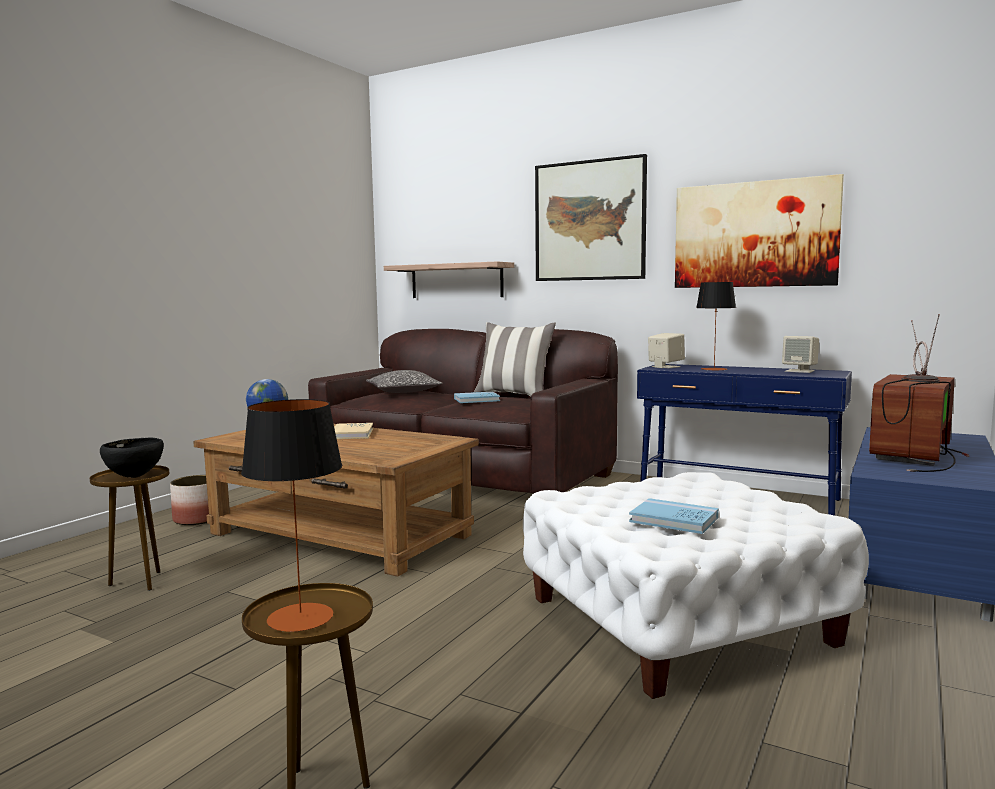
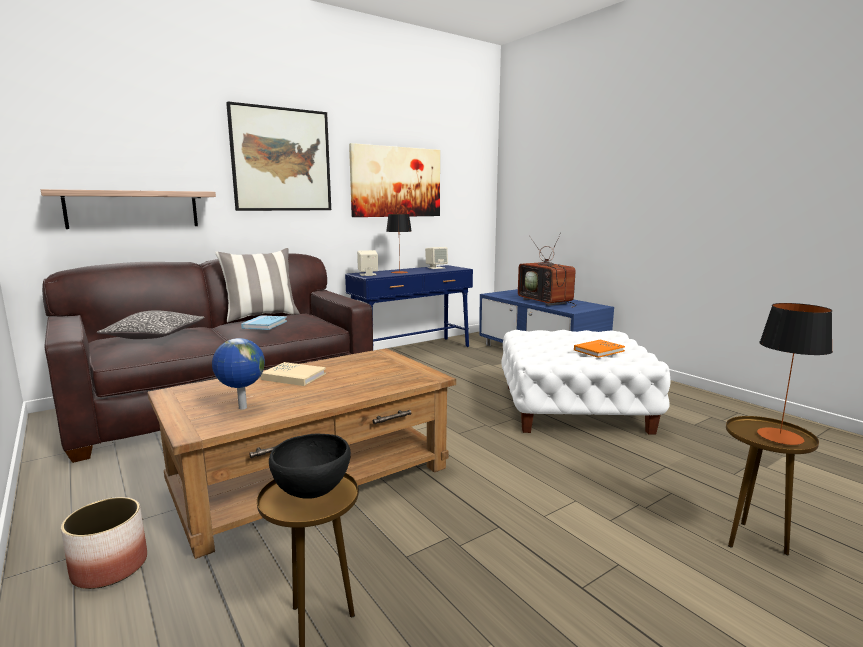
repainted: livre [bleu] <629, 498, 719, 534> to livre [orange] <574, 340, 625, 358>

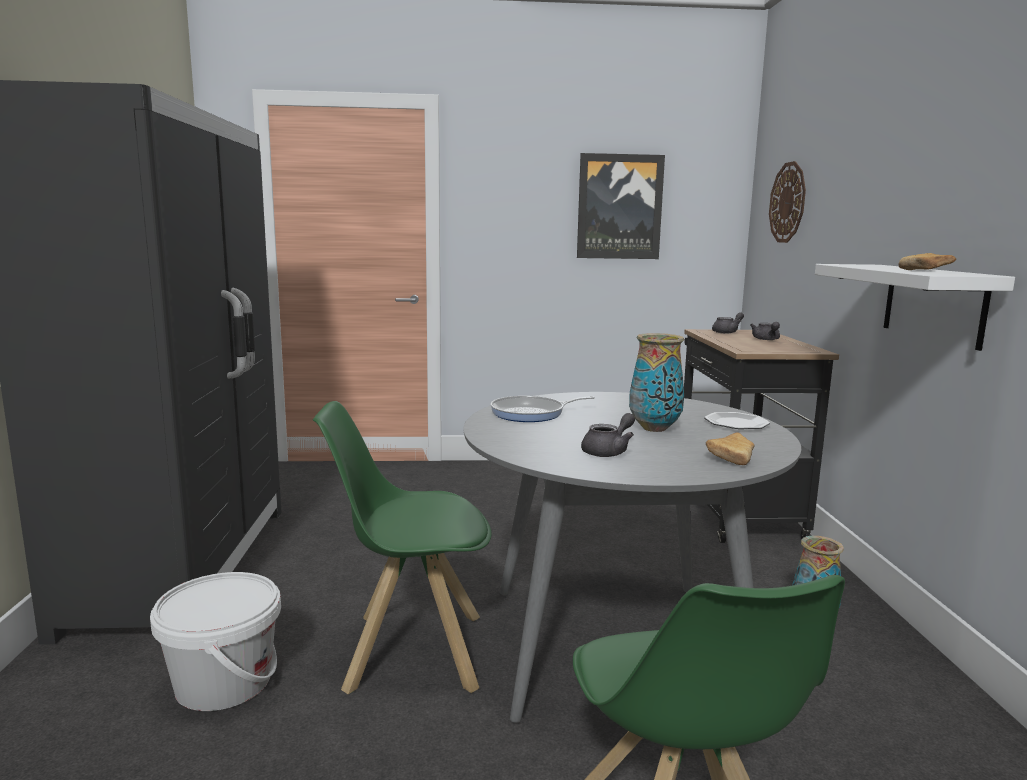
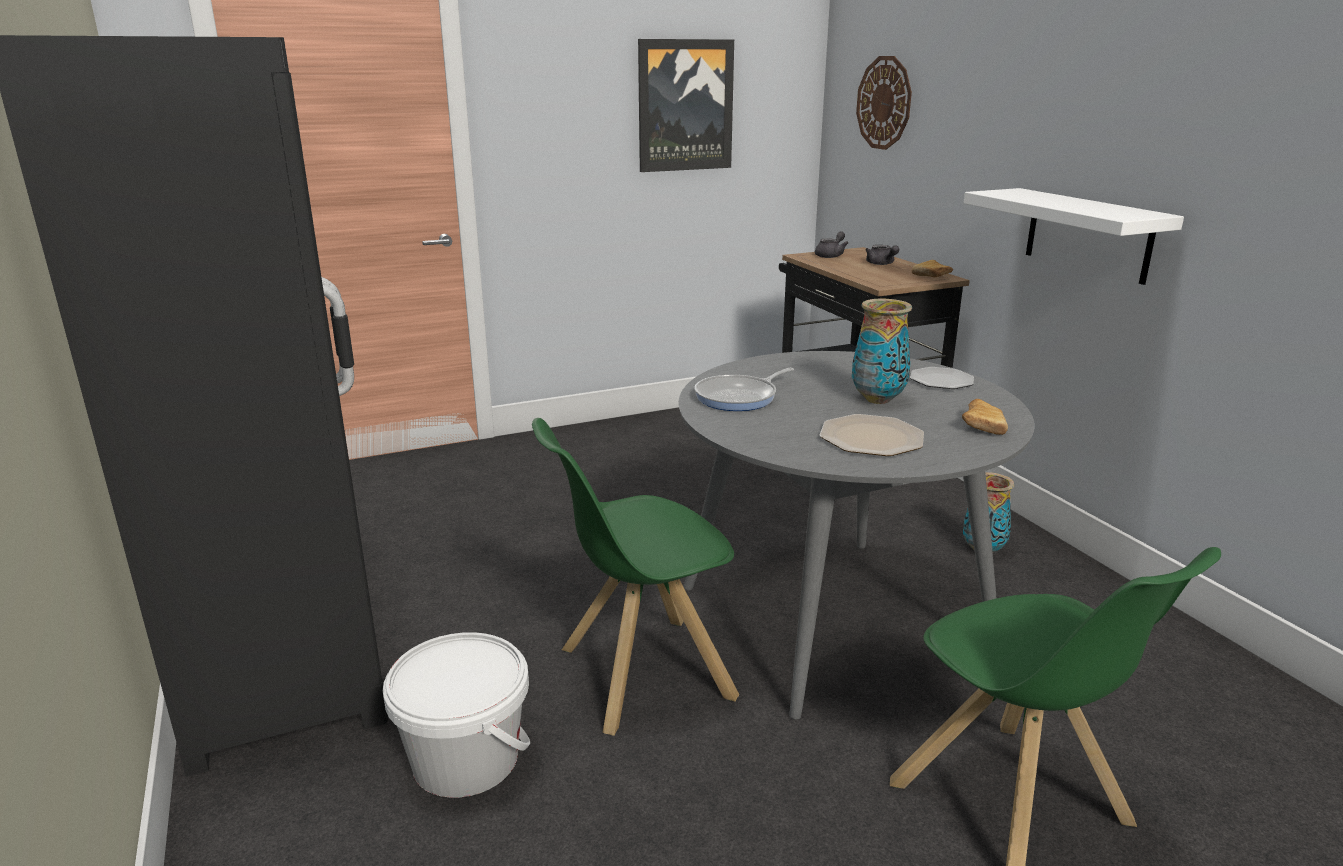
shifted: pain <899, 253, 956, 270> to <912, 260, 953, 278>
swapped: théière [gris] <581, 413, 635, 457> to assiette <820, 414, 924, 456>

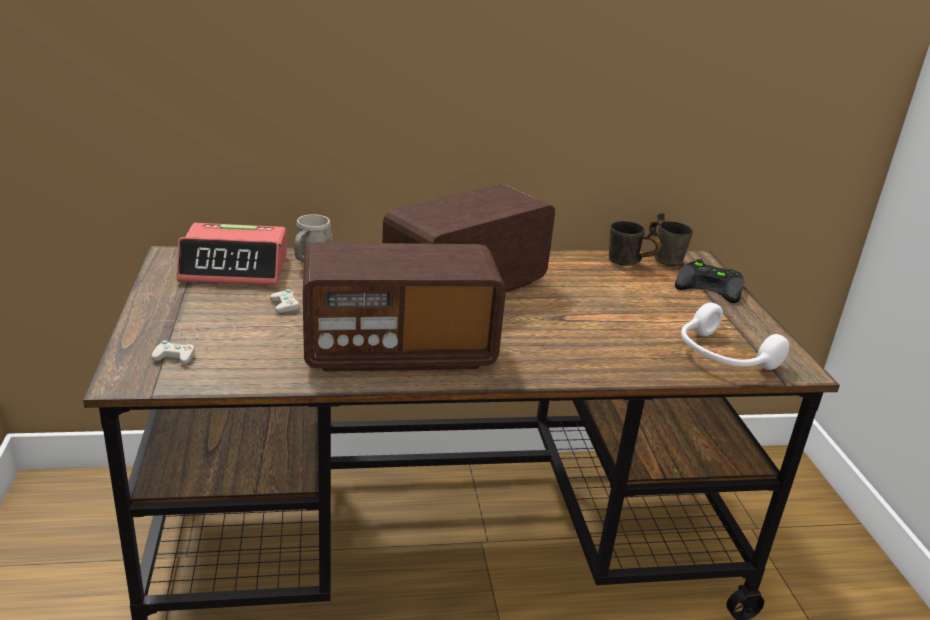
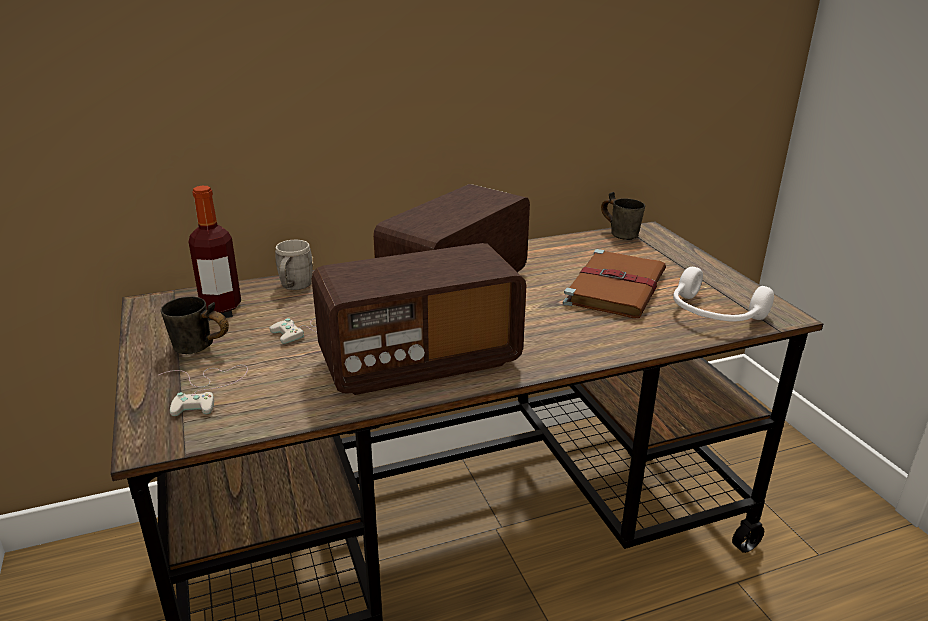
gone: manette [noir] <675, 259, 745, 303>
new: livre [marron] <563, 249, 666, 318>
shifted: mug [gris] <609, 221, 662, 266> to <161, 297, 229, 354>
swapped: réveil <176, 223, 287, 285> to bouteille <188, 186, 241, 313>

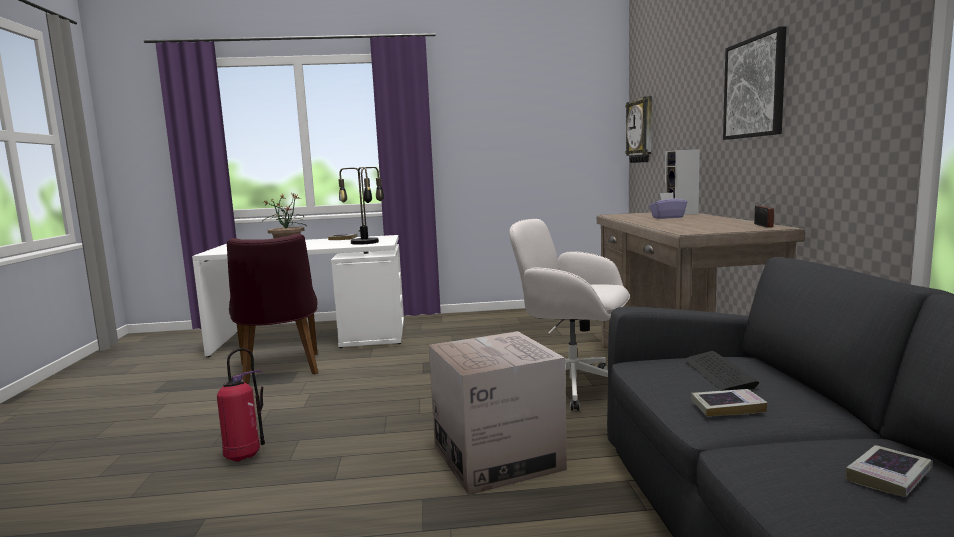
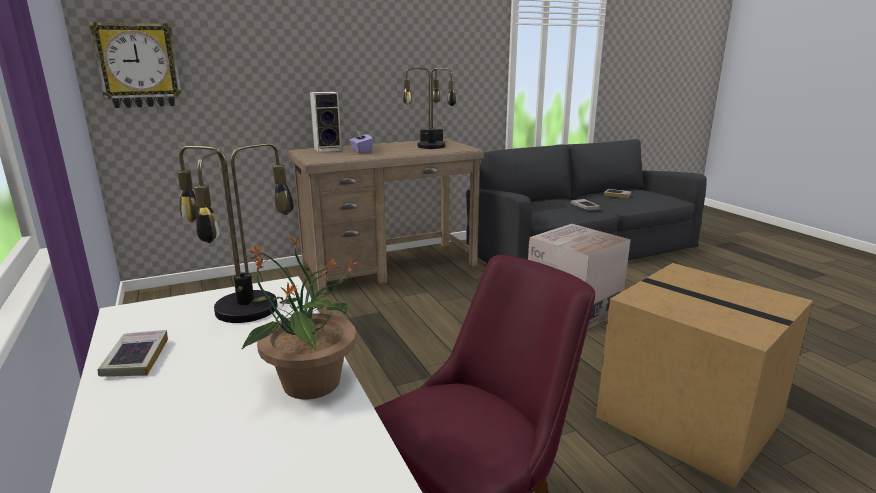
gone: chaise de bureau [blanc] <509, 219, 630, 411>; tableau <723, 26, 786, 140>
new: lampe de table <404, 67, 456, 149>
swapped: extincteur <217, 348, 265, 462> to carton <596, 263, 813, 488>

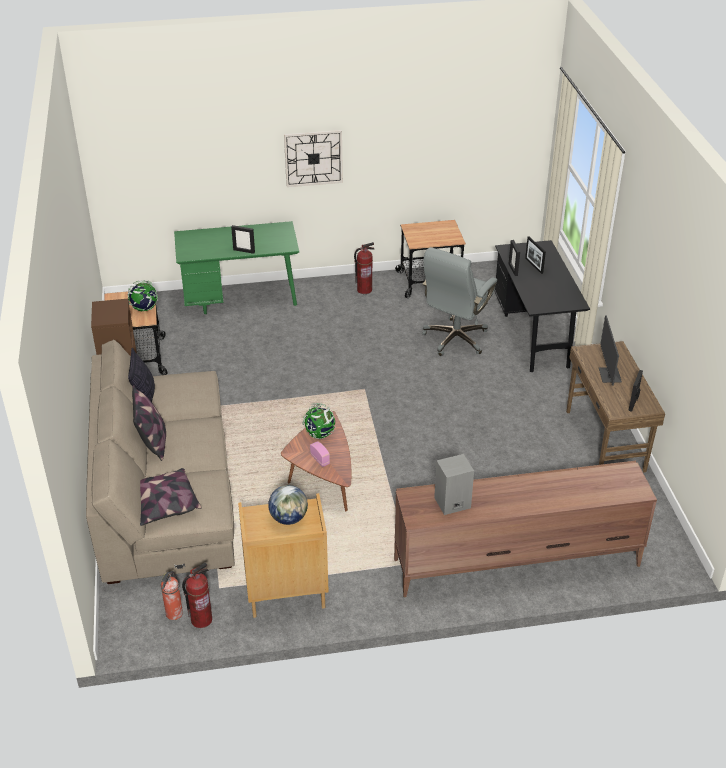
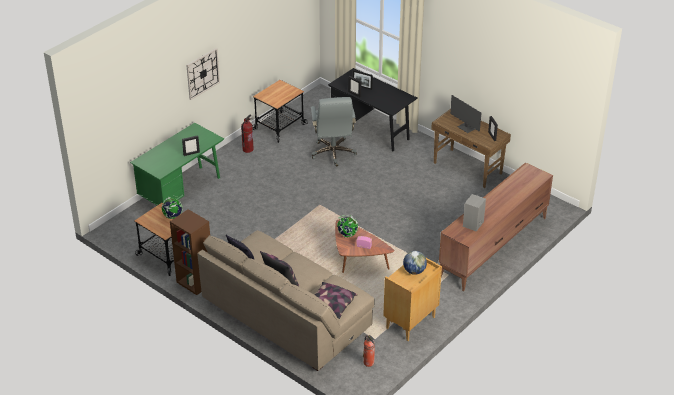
gone: extincteur <182, 562, 212, 628>

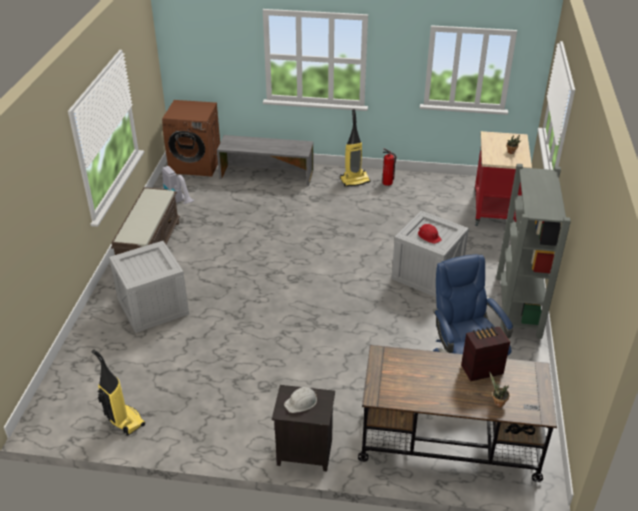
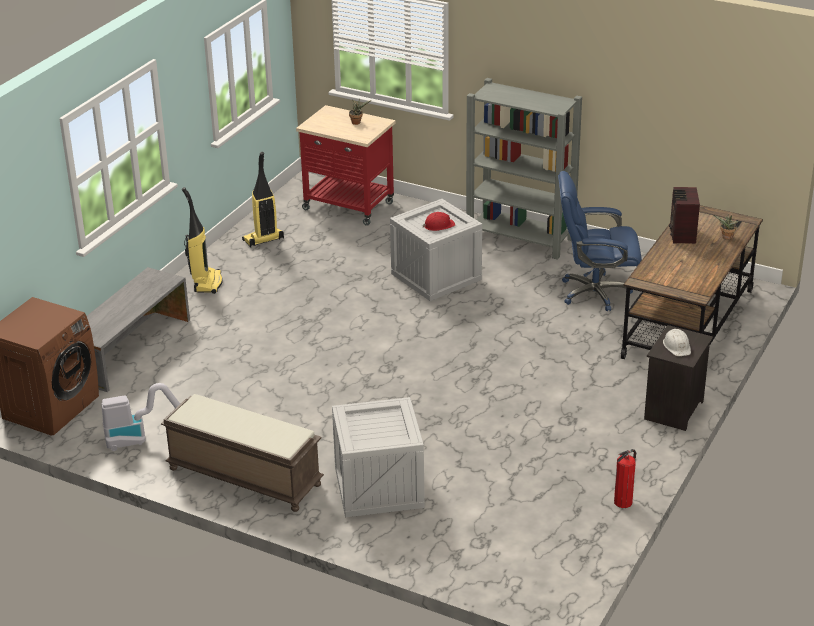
shifted: aspirateur <92, 349, 145, 436> to <242, 152, 284, 247>; extincteur <382, 149, 396, 186> to <614, 449, 636, 508>

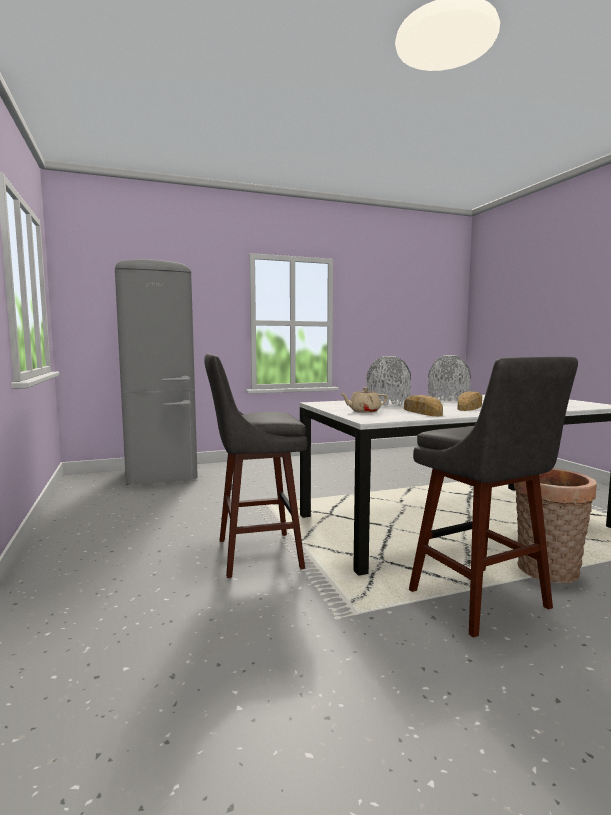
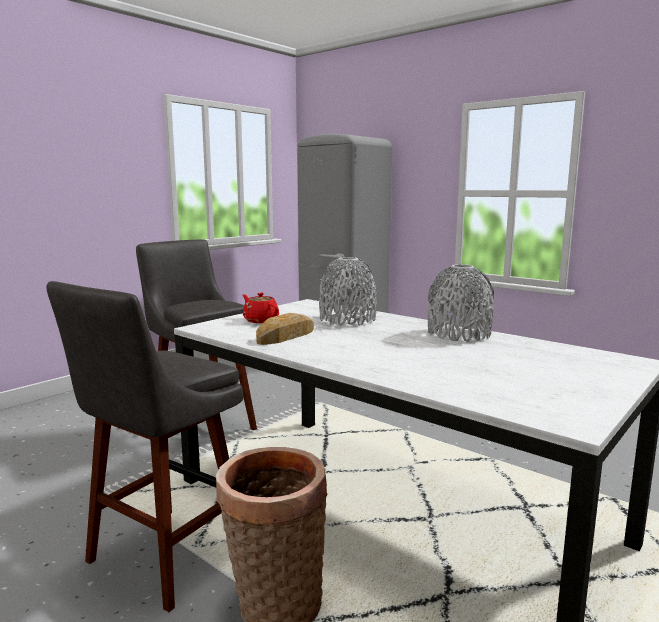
gone: pain <457, 391, 482, 411>
repainted: théière [beige] <340, 387, 388, 413> to théière [rouge] <243, 293, 279, 323>

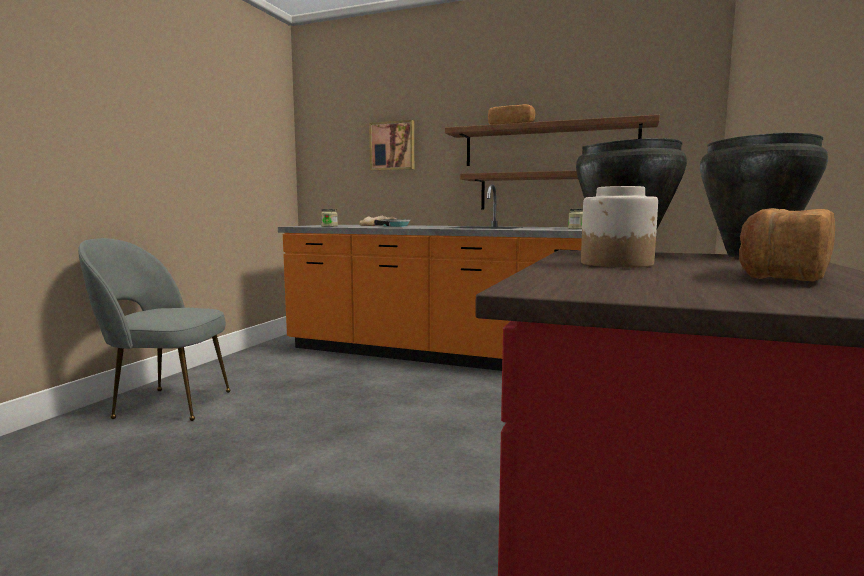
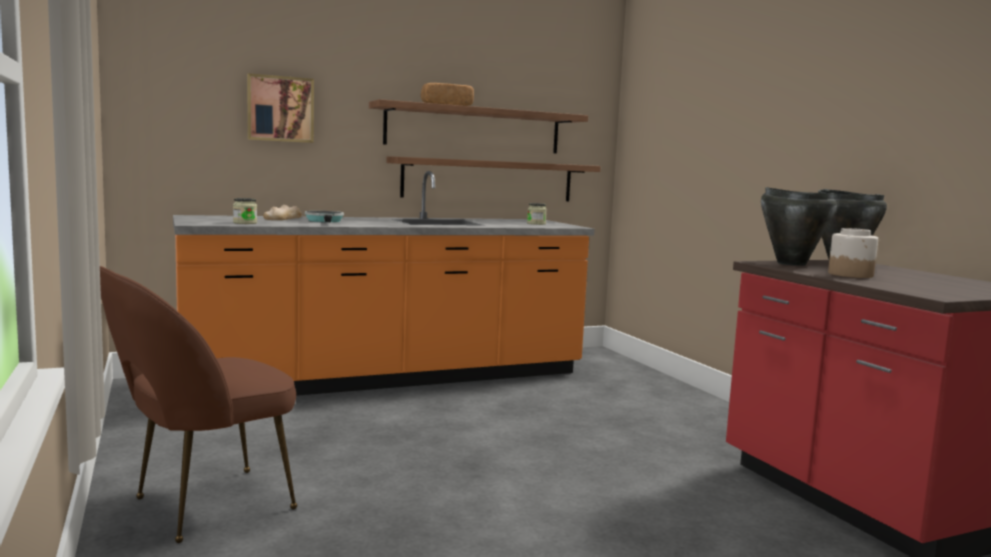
gone: pain <739, 208, 835, 281>
repainted: chaise [gris] <78, 238, 230, 421> to chaise [marron] <100, 266, 297, 543>

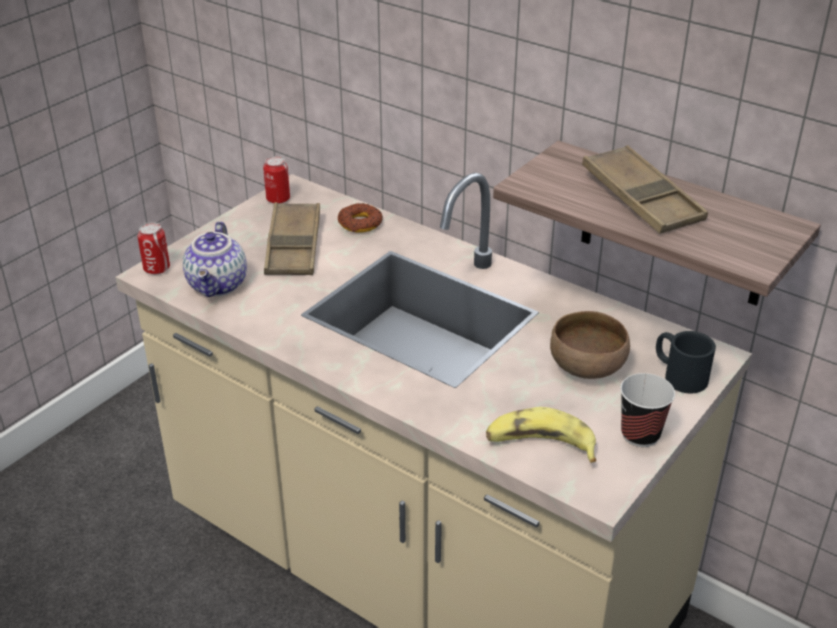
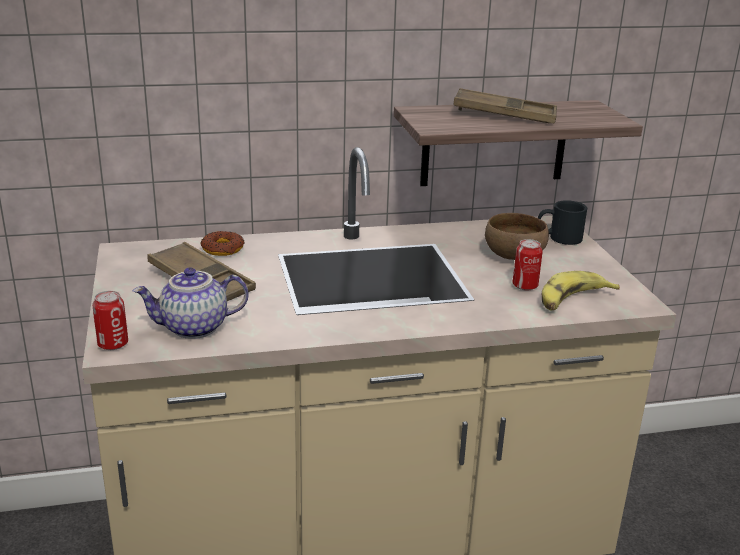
gone: tasse <620, 373, 675, 447>
shifted: boîte métallique <263, 156, 290, 203> to <512, 239, 543, 291>
rotated: théière <183, 221, 247, 297> = <133, 268, 248, 339> 120 degrees clockwise

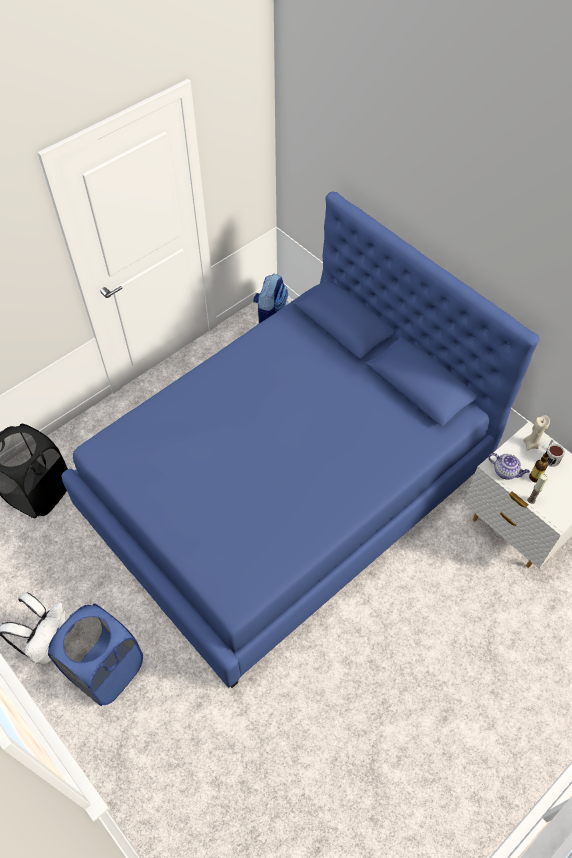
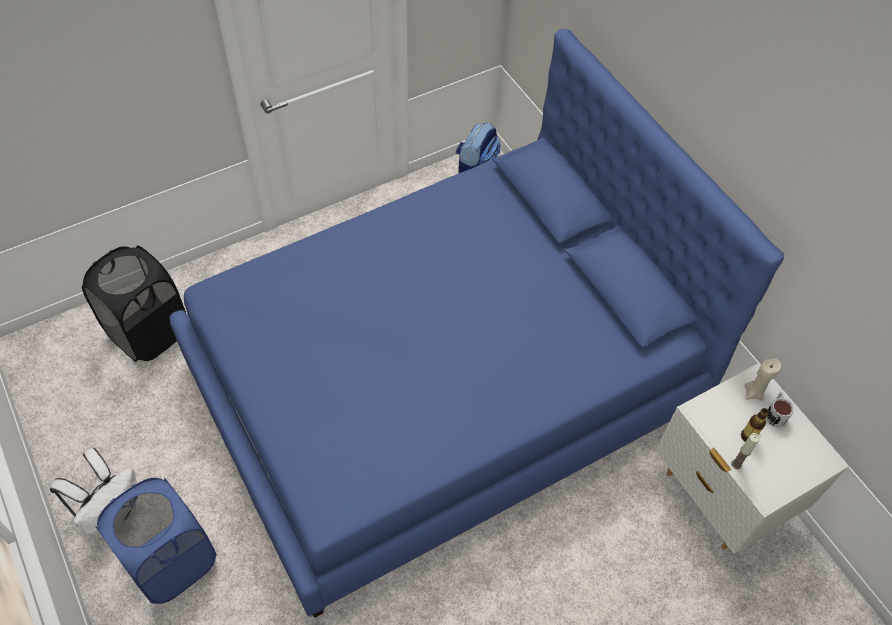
gone: théière <488, 453, 530, 480>

